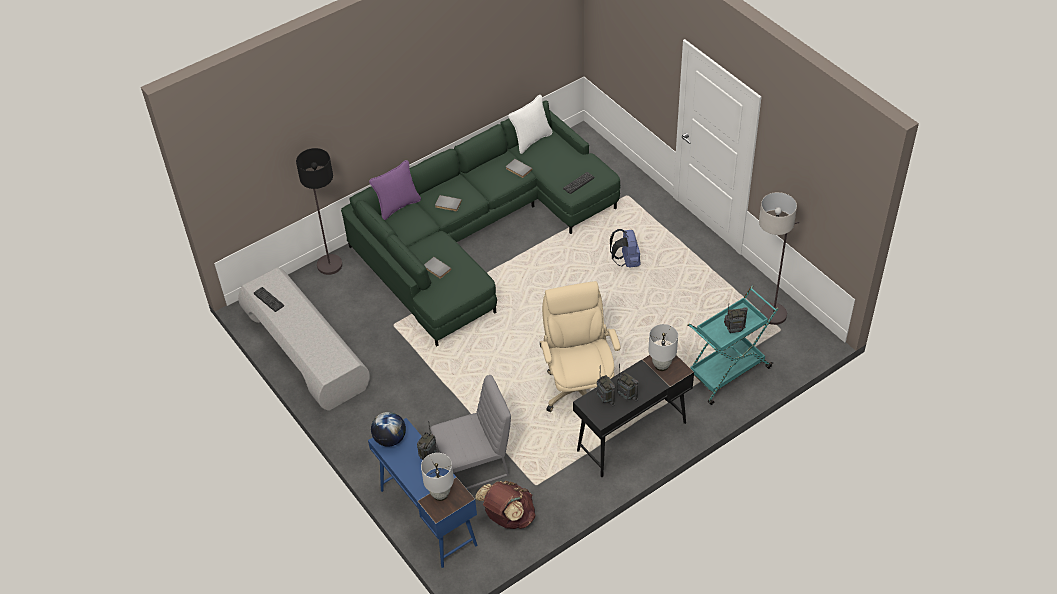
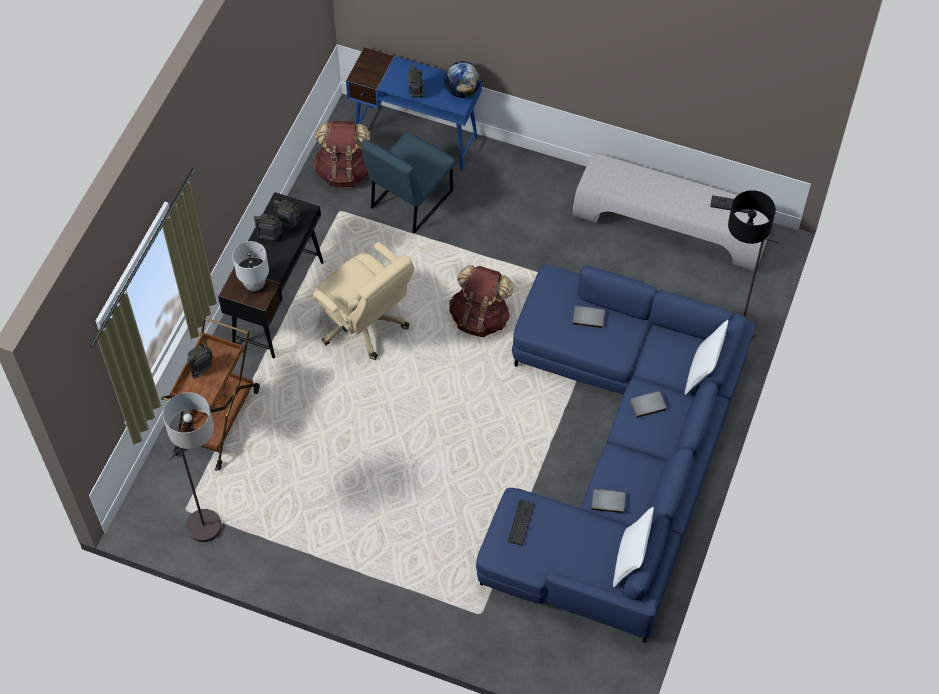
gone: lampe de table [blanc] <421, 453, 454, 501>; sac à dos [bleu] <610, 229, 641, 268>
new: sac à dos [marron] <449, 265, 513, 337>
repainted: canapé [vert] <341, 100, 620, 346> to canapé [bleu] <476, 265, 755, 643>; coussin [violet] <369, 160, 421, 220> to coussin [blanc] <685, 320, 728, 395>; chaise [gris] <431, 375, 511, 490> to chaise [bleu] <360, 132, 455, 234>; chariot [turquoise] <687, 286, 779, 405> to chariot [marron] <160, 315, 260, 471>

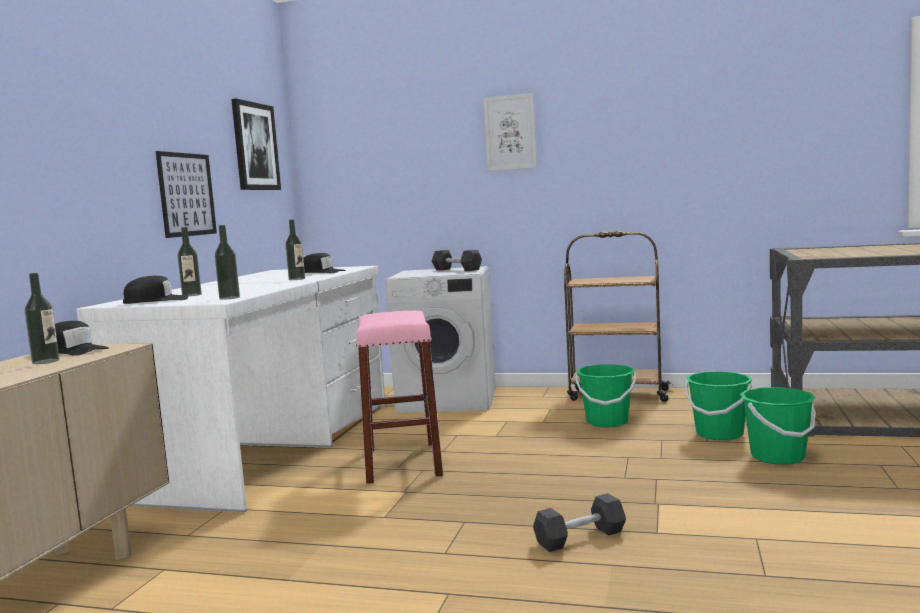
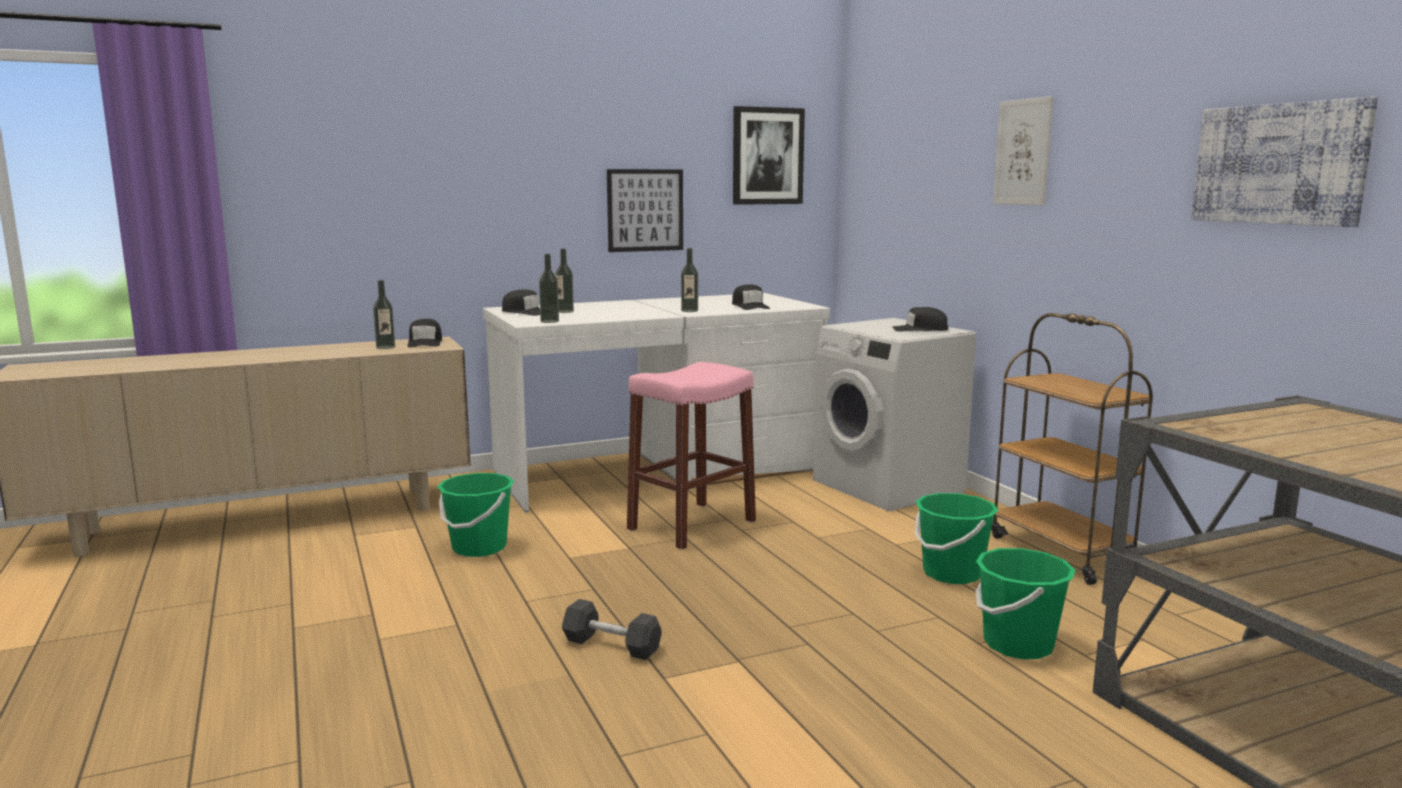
new: tableau <1191, 97, 1378, 227>
shifted: seau [vert] <740, 387, 816, 465> to <438, 473, 514, 557>
swapped: haltère [gris] <432, 250, 482, 271> to casquette [noir] <892, 307, 948, 332>

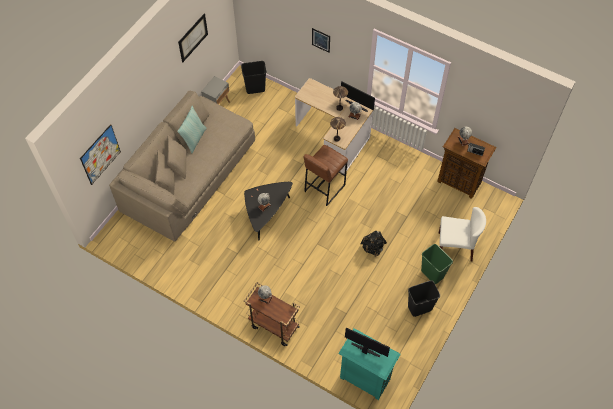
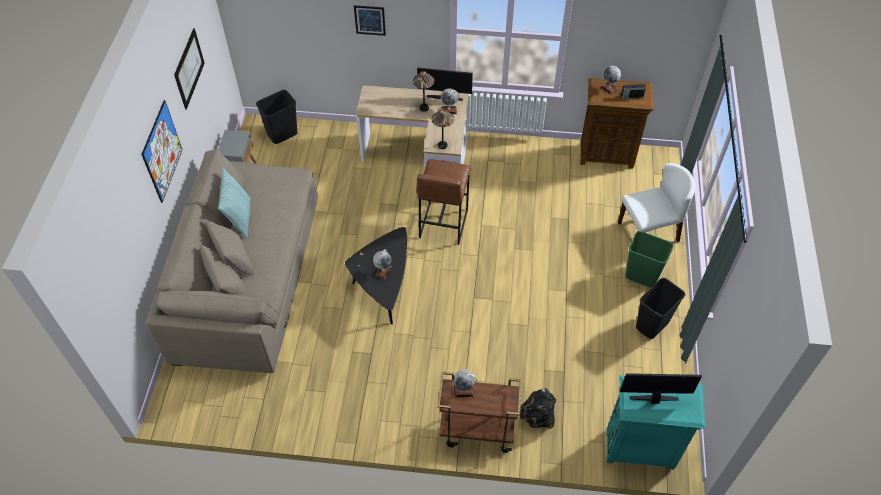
shifted: tableau <80, 124, 121, 185> to <141, 100, 183, 203>; sac à dos [noir] <361, 231, 387, 257> to <520, 388, 556, 429>

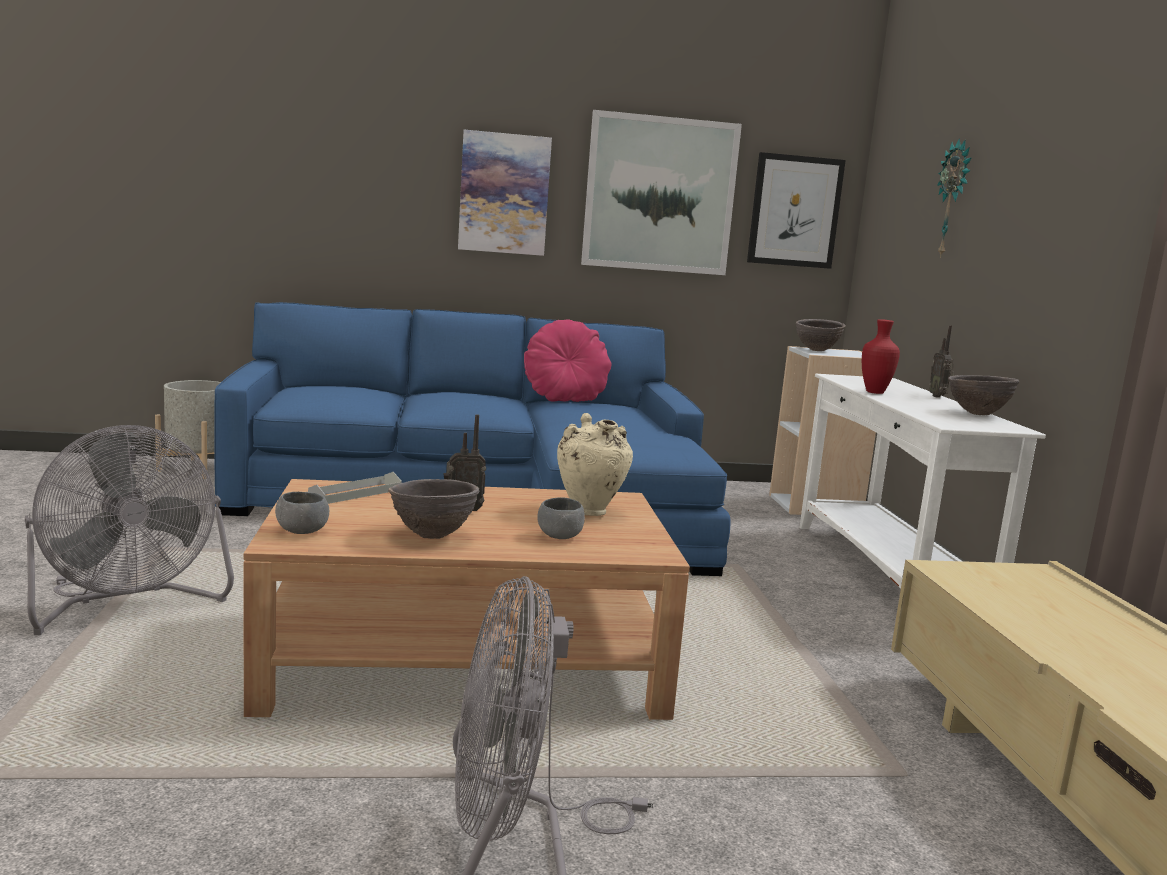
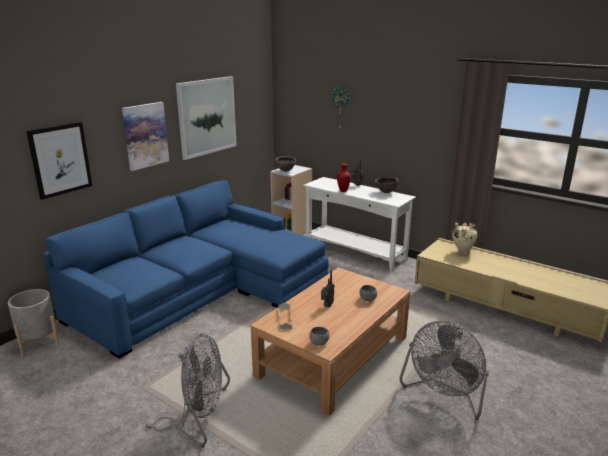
gone: bol [marron] <388, 479, 479, 539>; coussin [rose] <524, 320, 611, 402>
shifted: vase [beige] <557, 413, 633, 516> to <452, 223, 477, 254>; tableau <747, 152, 846, 269> to <26, 122, 92, 200>

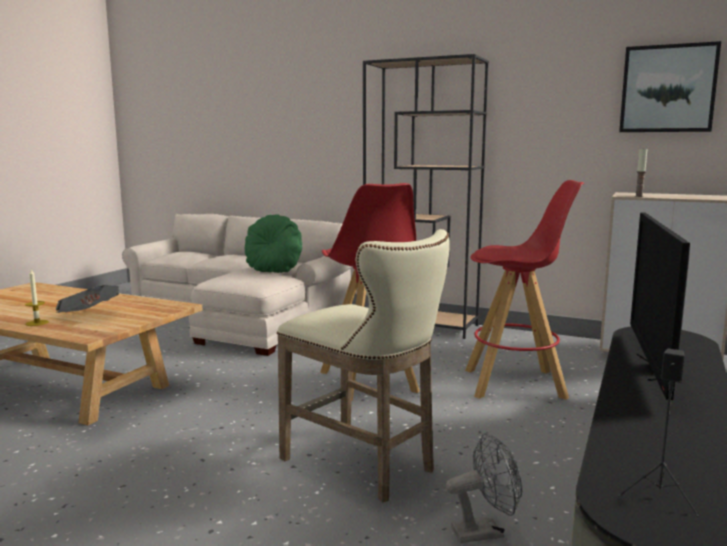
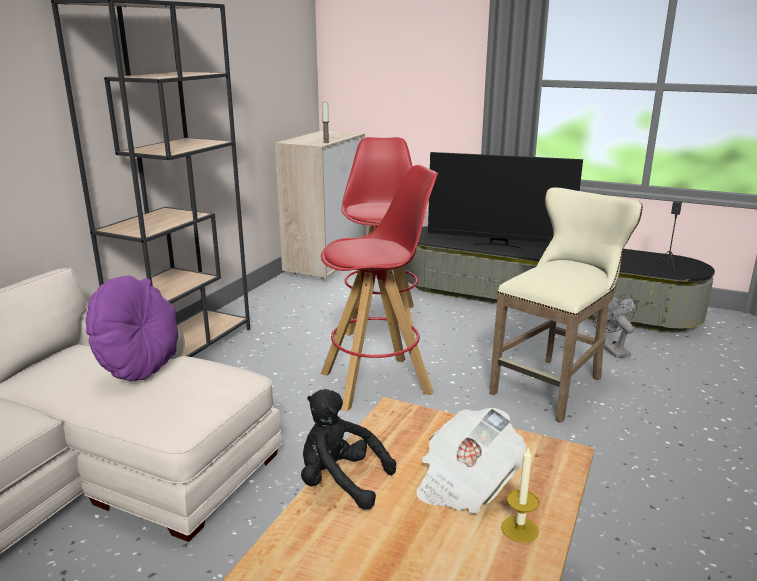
gone: tableau <619, 41, 721, 132>
new: peluche [noir] <301, 389, 396, 510>
repainted: coussin [vert] <245, 214, 302, 273> to coussin [violet] <86, 276, 178, 381>

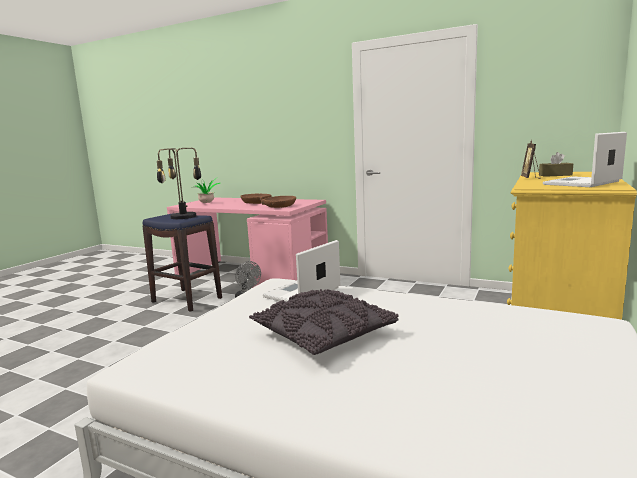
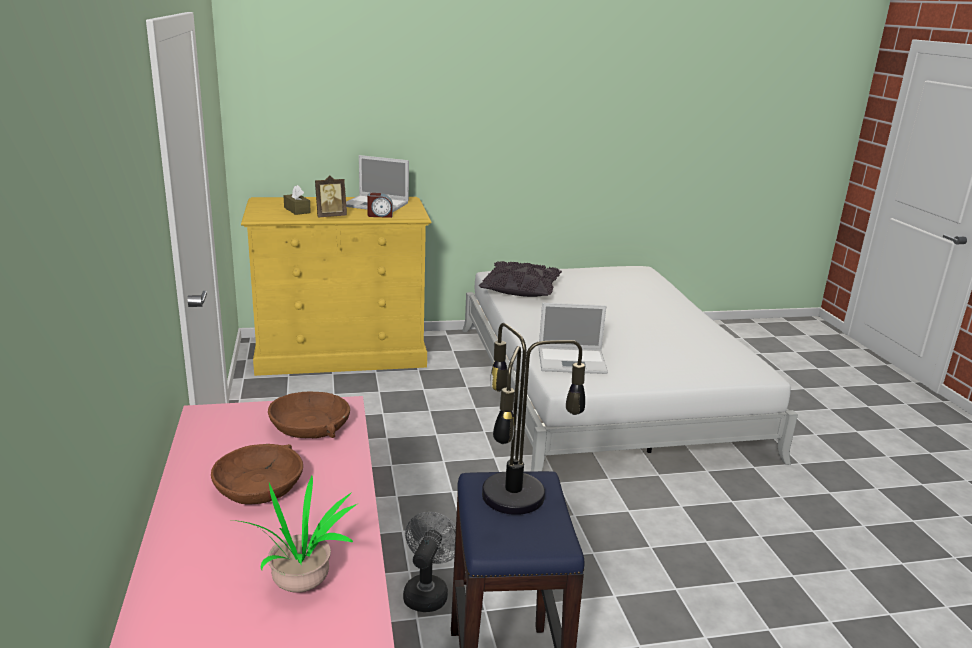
new: réveil <367, 193, 393, 218>
shifted: coussin [noir] <249, 289, 399, 355> to <479, 261, 562, 297>

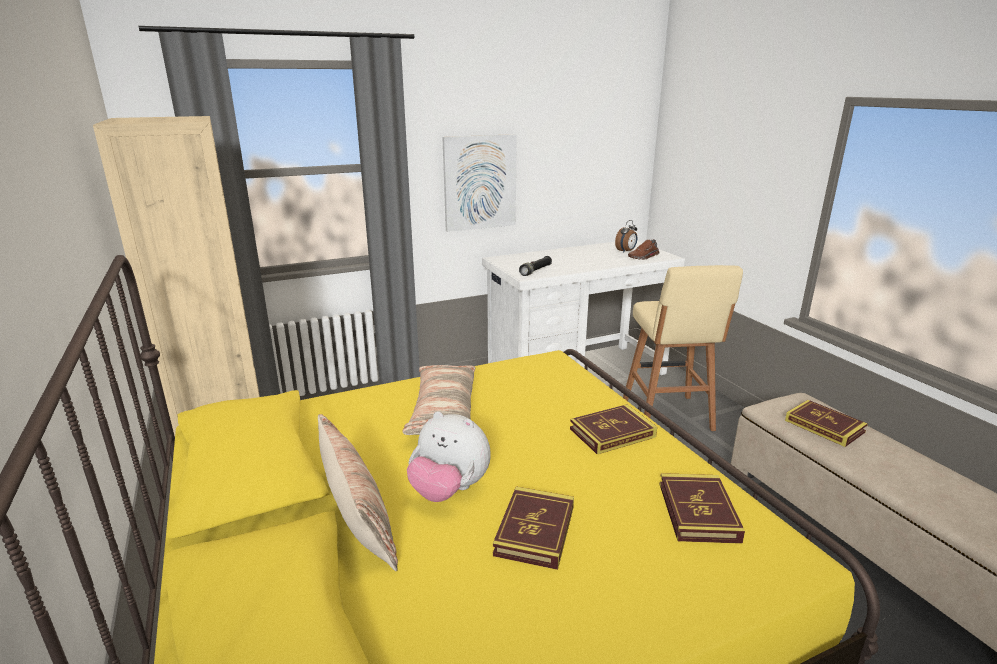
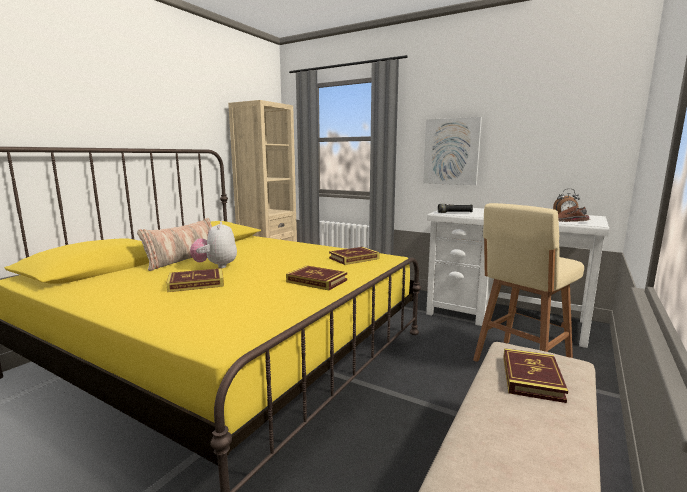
gone: coussin <403, 365, 475, 435>
shifted: livre <660, 473, 745, 544> to <329, 247, 379, 265>

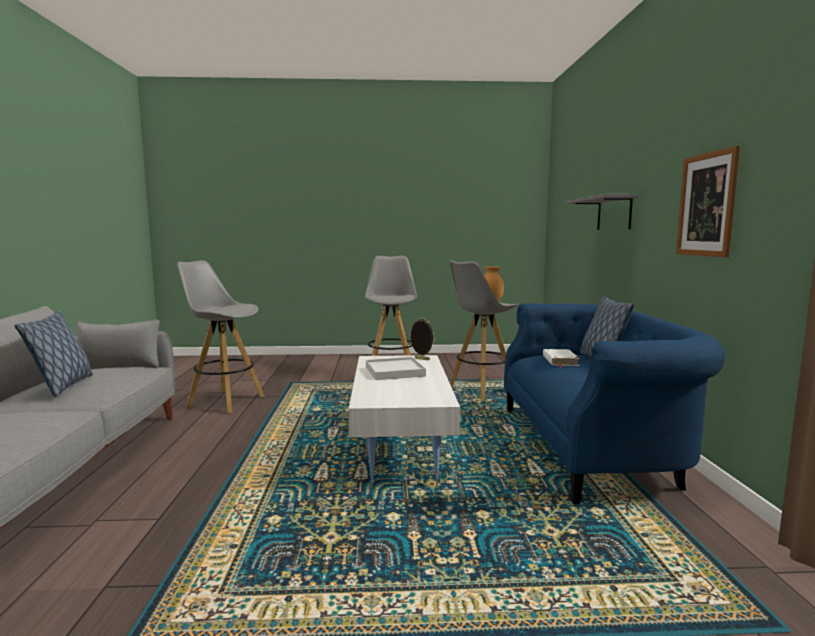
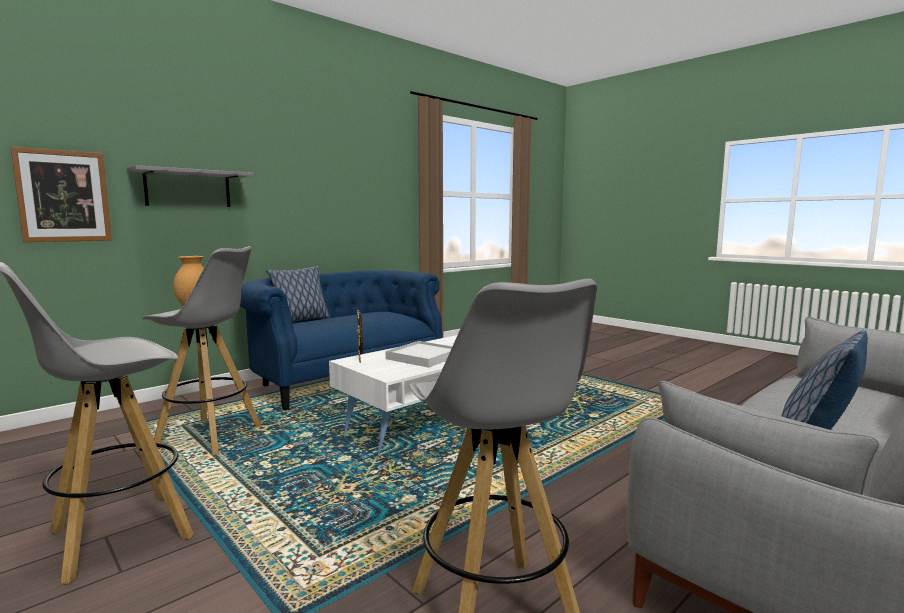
gone: livre [blanc] <543, 349, 580, 367>
shifted: tableau <676, 145, 740, 257> to <10, 146, 112, 242>

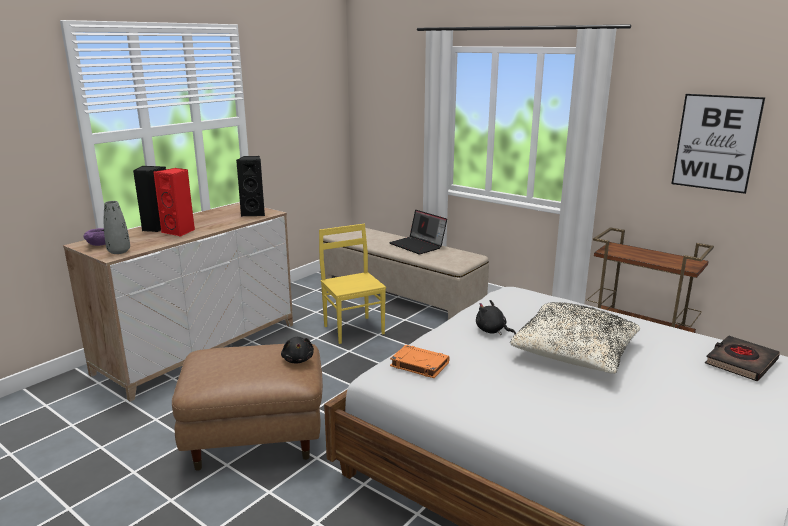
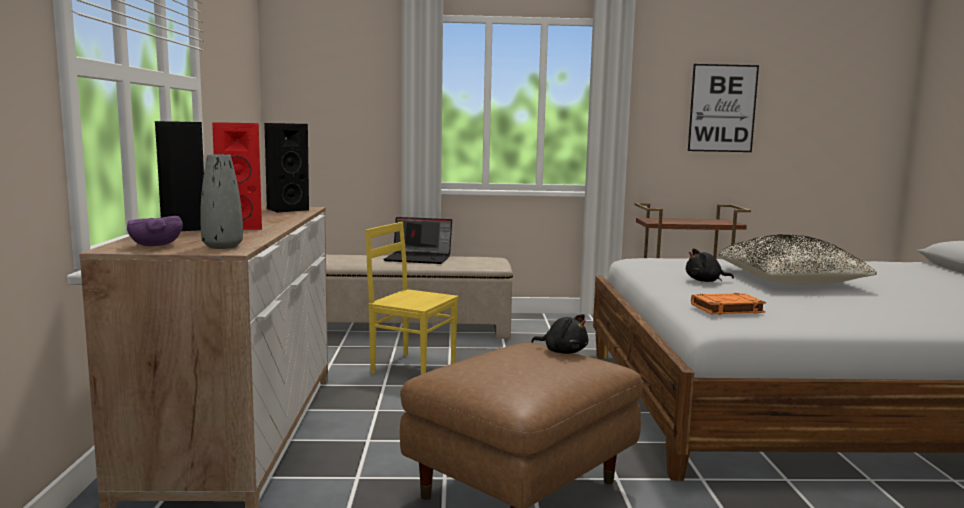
gone: livre [noir] <705, 335, 780, 381>

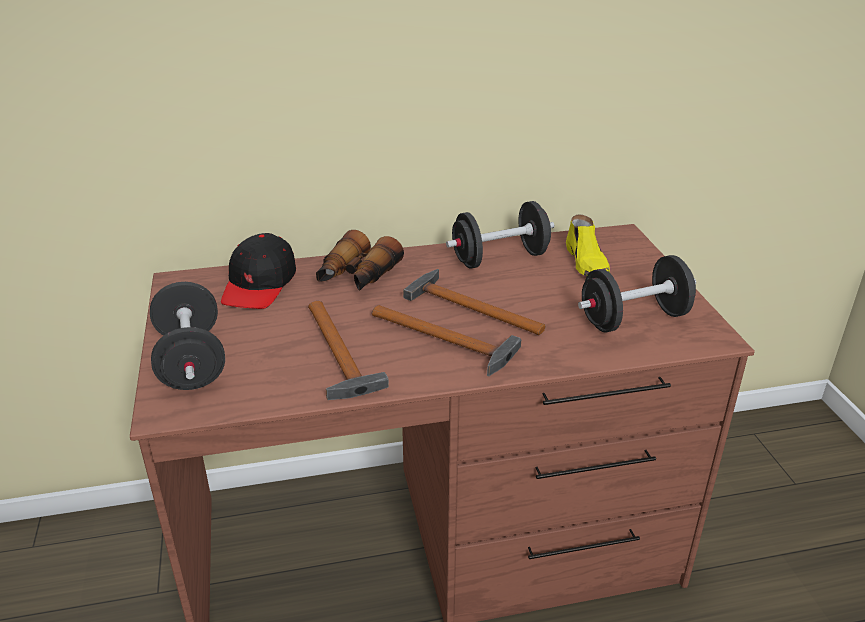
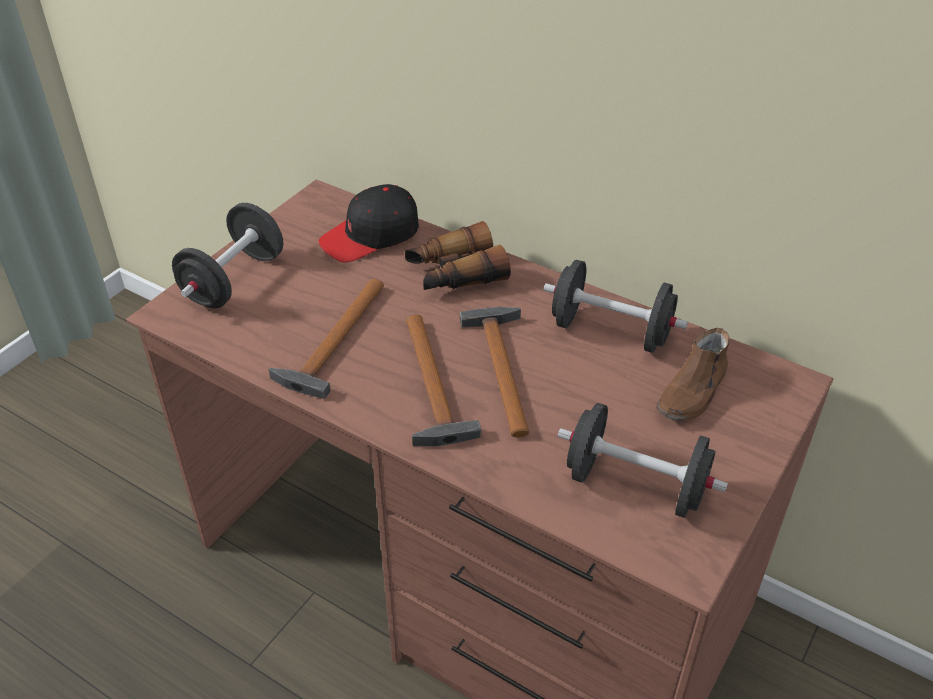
repainted: chaussure [jaune] <566, 214, 610, 276> to chaussure [marron] <656, 328, 730, 420>

